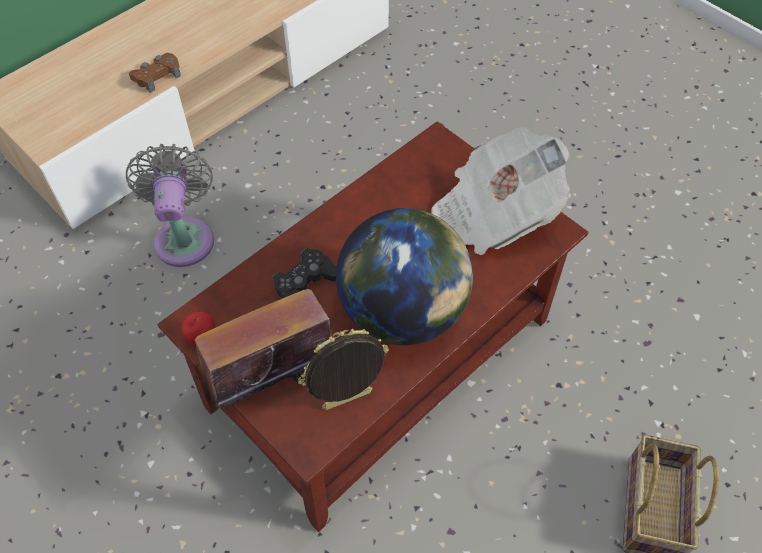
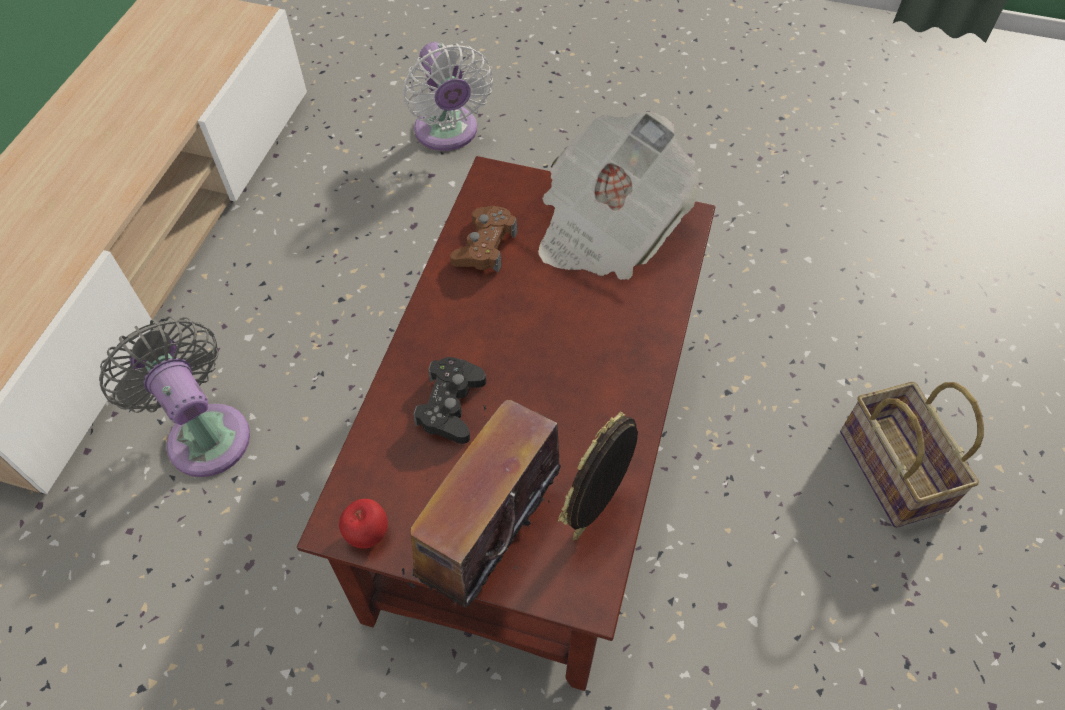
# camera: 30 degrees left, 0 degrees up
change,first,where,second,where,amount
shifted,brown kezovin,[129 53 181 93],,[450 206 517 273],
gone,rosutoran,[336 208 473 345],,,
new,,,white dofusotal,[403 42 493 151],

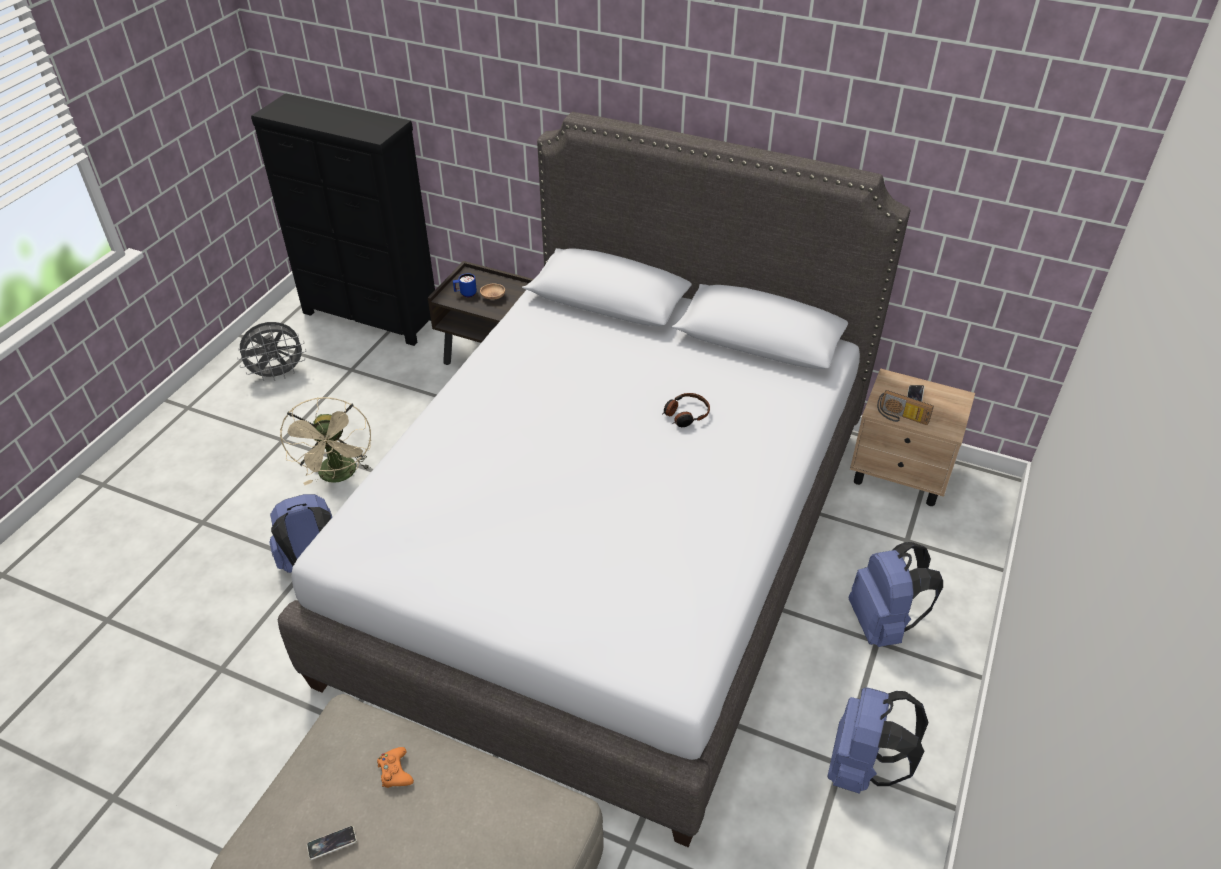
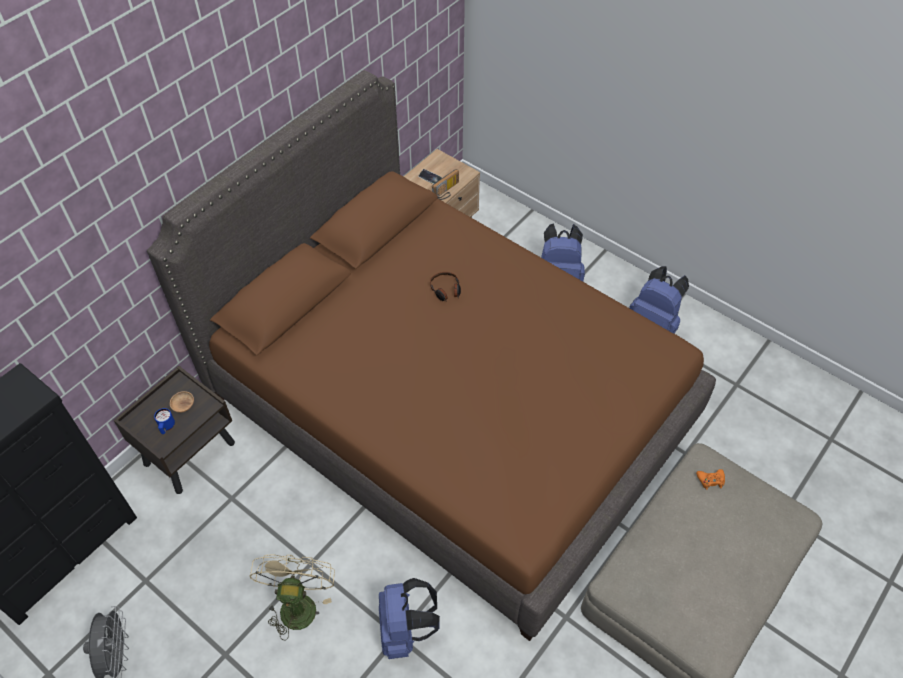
# camera: 75 degrees left, 10 degrees up
change,first,where,second,where,amount
repainted,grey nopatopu,[278 112 911 848],brown nopatopu,[147 70 716 641],
rotated,beige dofusotal,[280 397 371 485],,[249 555 335 640],90 degrees counterclockwise
shifted,orange kezovin,[377 747 414 788],,[696 469 725 490],
gone,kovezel,[307 826 357 860],,,

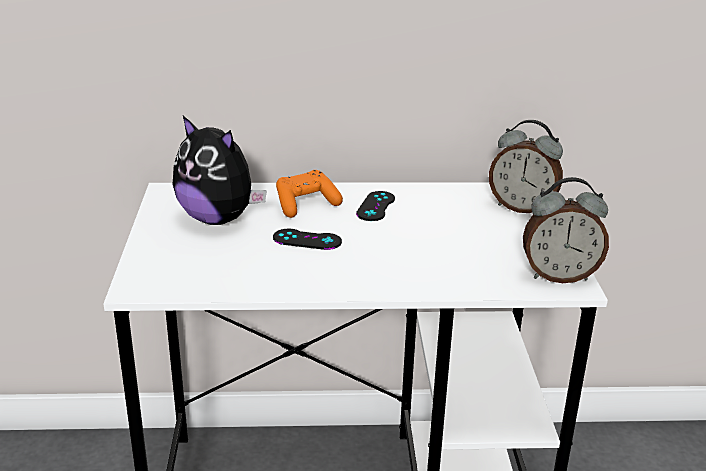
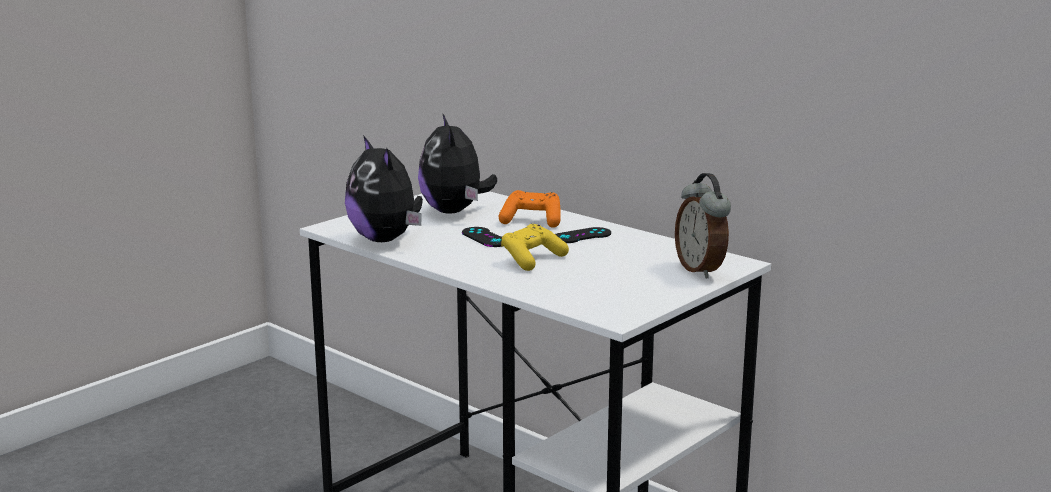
# camera: 45 degrees right, 10 degrees down
change,first,where,second,where,amount
gone,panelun,[523 177 609 283],,,
new,,,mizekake,[345 135 423 242],
new,,,yellow kezovin,[501 224 569 271],

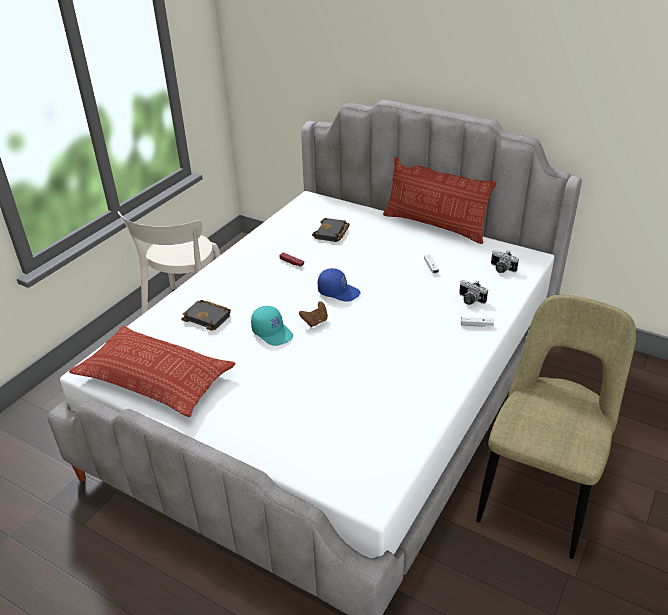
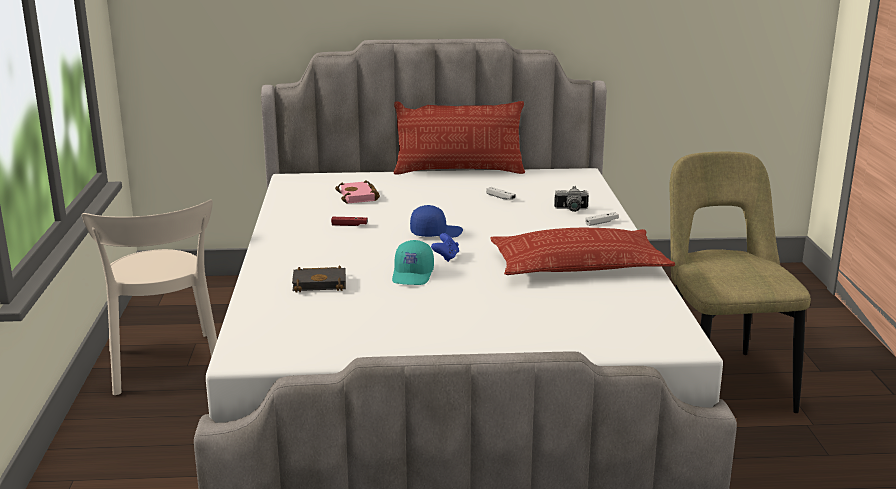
# camera: 35 degrees left, 15 degrees down
change,first,where,second,where,amount
repainted,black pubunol,[312 218 350 242],pink pubunol,[335 180 380 204],
gone,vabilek,[491 250 519 273],,,
repainted,brown kezovin,[299 301 328 327],blue kezovin,[431 233 459 262],
rotated,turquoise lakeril,[251 306 293 346],,[392 240 434 285],90 degrees clockwise
shifted,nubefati,[69 326 235 417],,[490 228 675 275],

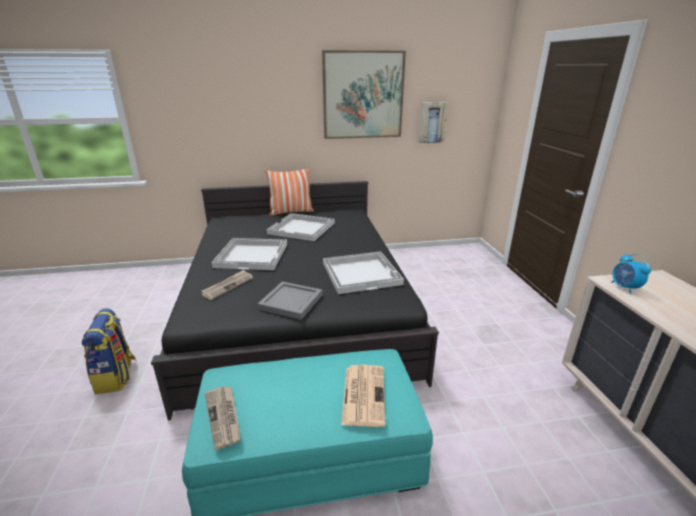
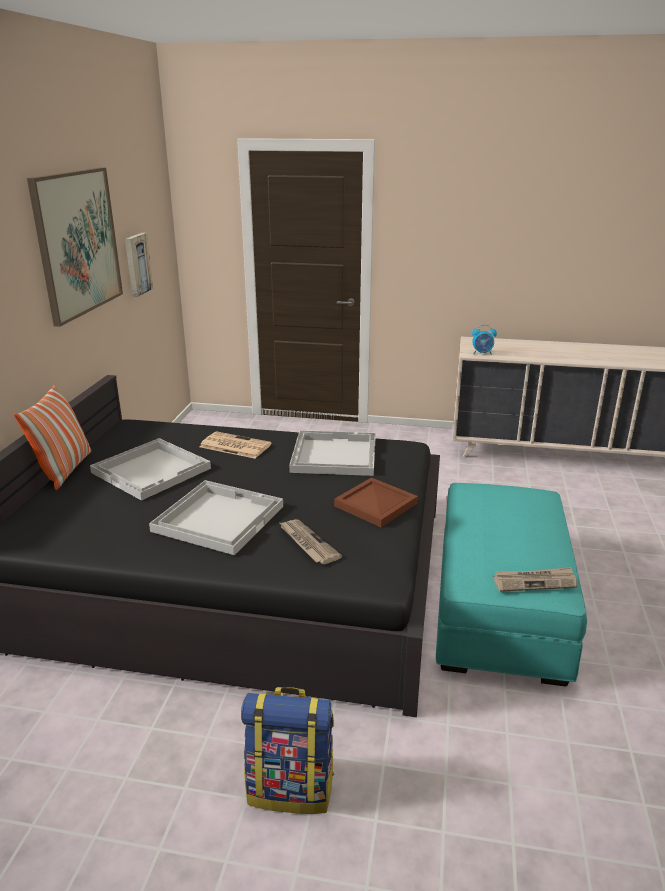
# camera: 70 degrees left, 0 degrees up
change,first,where,second,where,amount
repainted,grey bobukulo,[258 282 323 320],brown bobukulo,[334 477 418 527],
shifted,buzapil,[341 365 385 427],,[200 431 271 459],

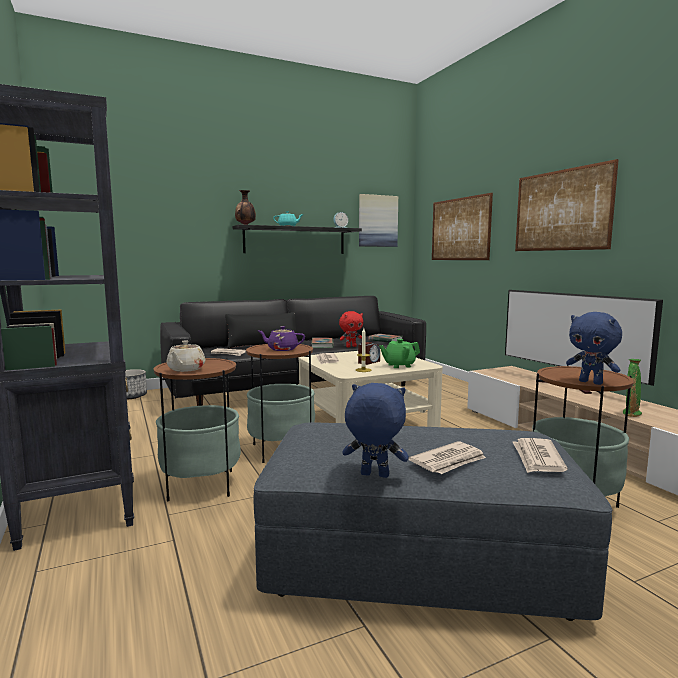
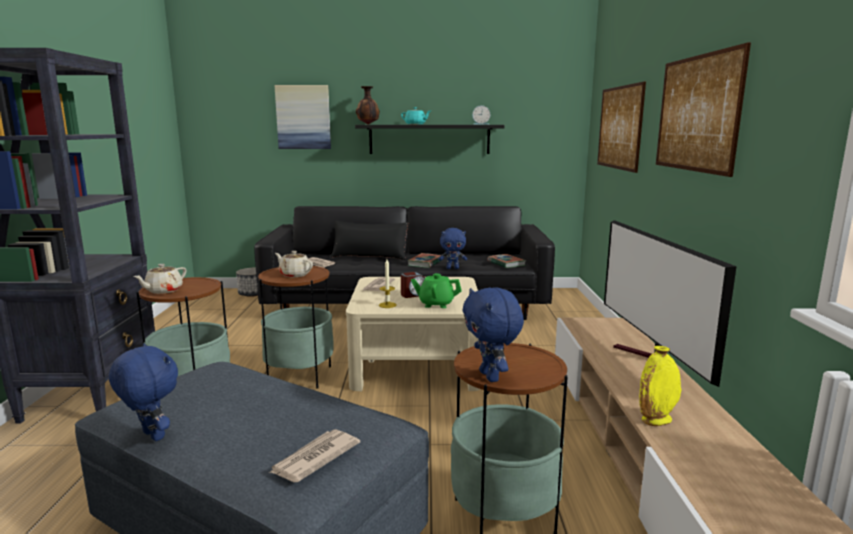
# camera: 25 degrees right, 5 degrees up
change,first,where,second,where,amount
shifted,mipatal,[359 194 398 247],,[274 85 331 149],
repainted,red mizekake,[339 311 363 347],blue mizekake,[438 228 467 269],
repainted,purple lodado,[259 326 305 351],beige lodado,[275 251 313 277],
repainted,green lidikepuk,[623 359 642 417],yellow lidikepuk,[639 346 681 426],
gone,buzapil,[408 441 486 474],,,

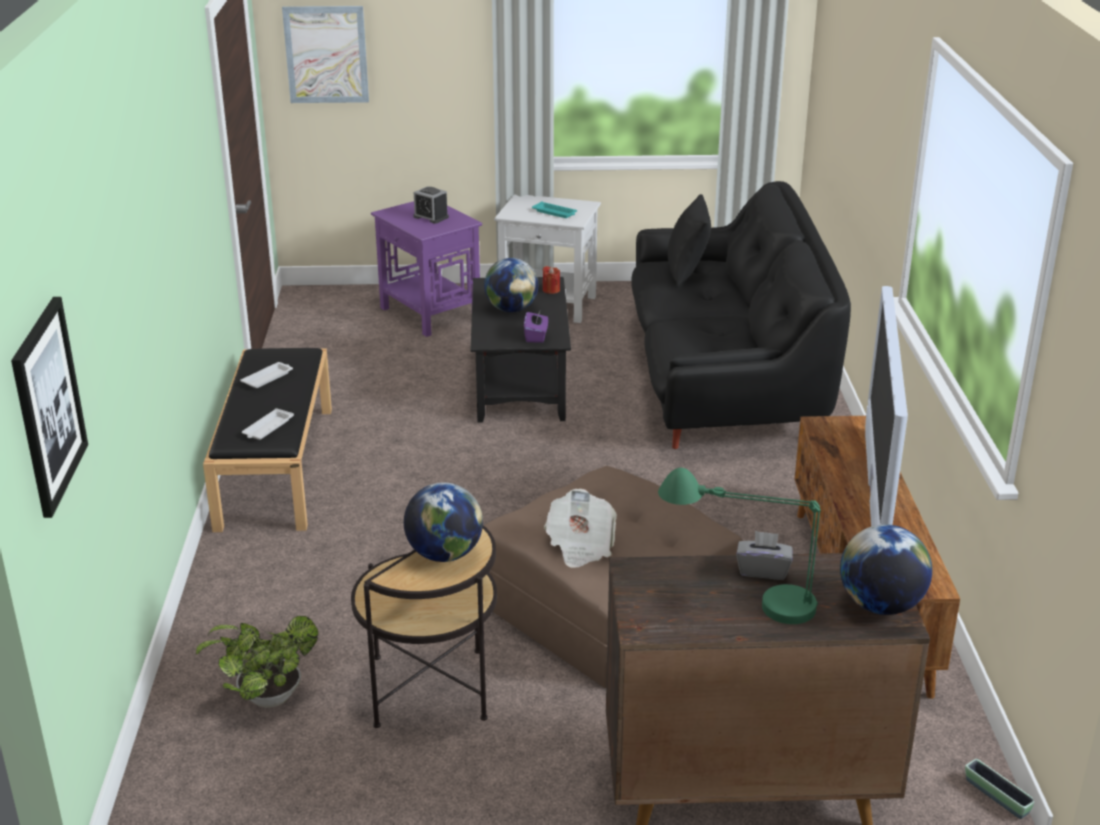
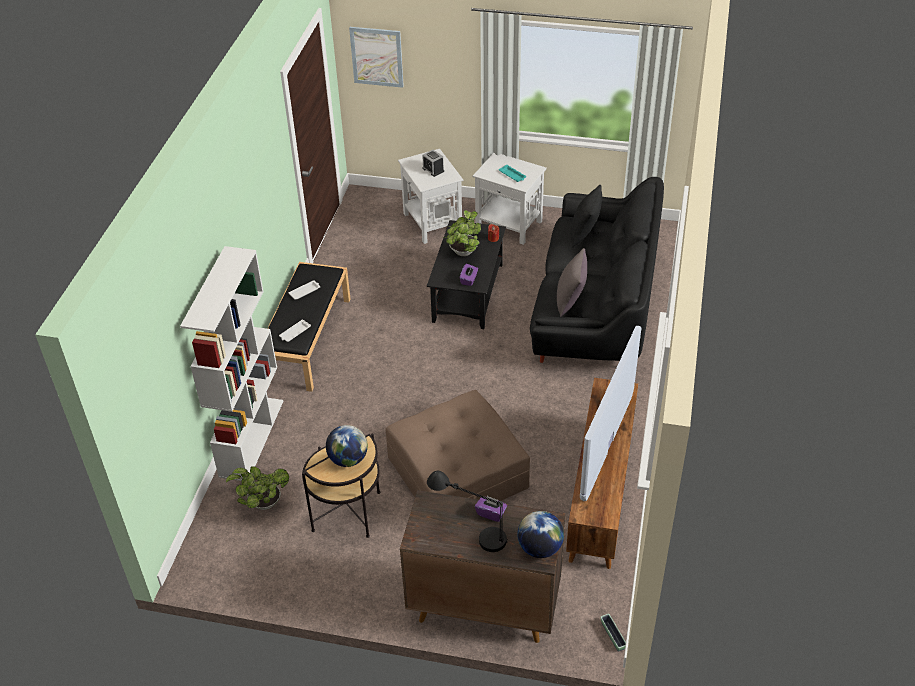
# camera: 15 degrees right, 15 degrees up
change,first,where,second,where,amount
repainted,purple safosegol,[371 201 482 337],white safosegol,[398 149 464 244],
swapped,rosutoran,[484 258 538 312],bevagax,[445 210 481 256],
gone,mipatal,[11 297 88 518],,,
repainted,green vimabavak,[658 468 821 624],black vimabavak,[427 471 507 552],
gone,buzapil,[544 489 617 568],,,
repainted,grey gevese,[736 531 793 580],purple gevese,[475 496 507 522],
new,,,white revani,[180 246 283 481],
new,,,grey nubefati,[557 248 587 317],

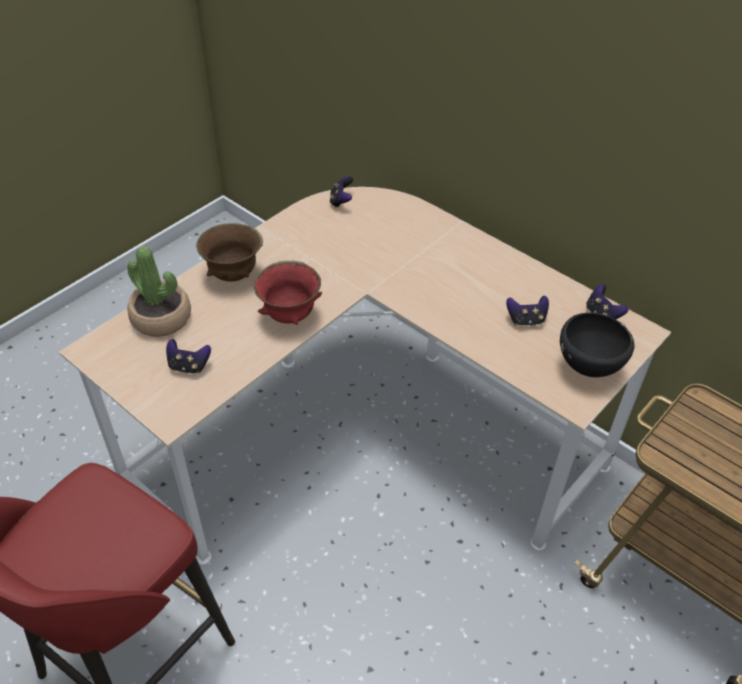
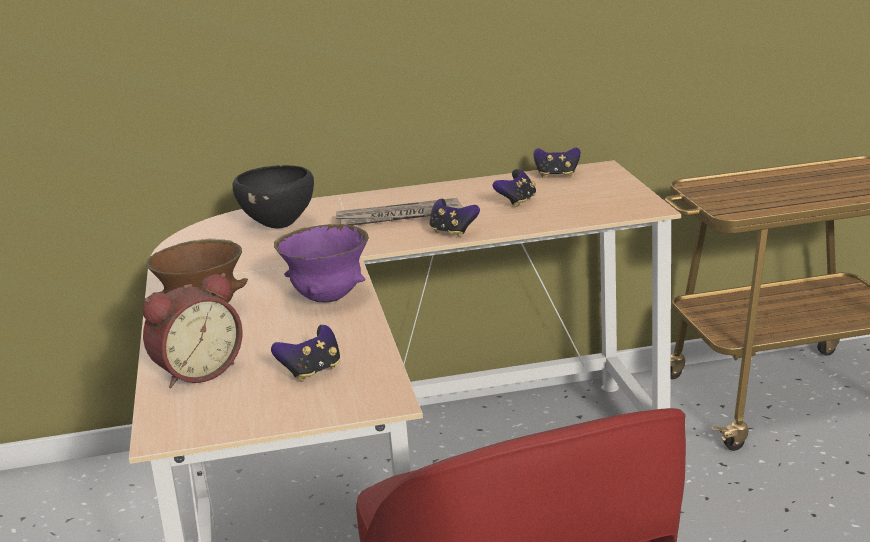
# camera: 50 degrees left, 25 degrees down
change,first,where,second,where,amount
shifted,kezovin,[330 176 353 208],,[430 199 480 237],
swapped,bevagax,[127 246 191 337],panelun,[143 273 243 388],
repainted,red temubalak,[254 260 322 325],purple temubalak,[274 224 369 302],
shifted,black temubalak,[560 312 634 377],,[232 165 314 229],
new,,,buzapil,[336 198 463 226],

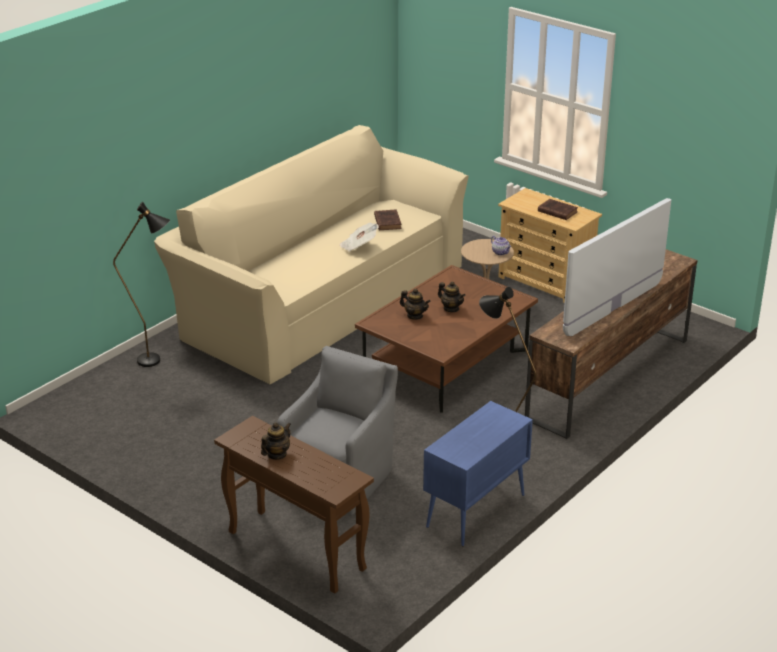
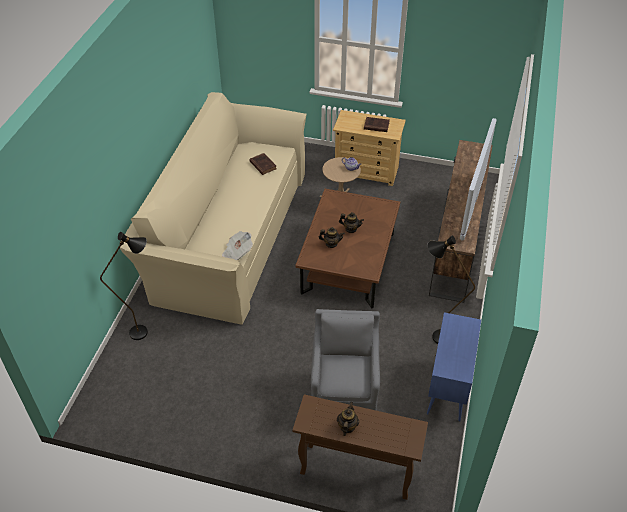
# camera: 25 degrees left, 15 degrees up
change,first,where,second,where,amount
shifted,buzapil,[340 222 379 252],,[222 231 253 261],

